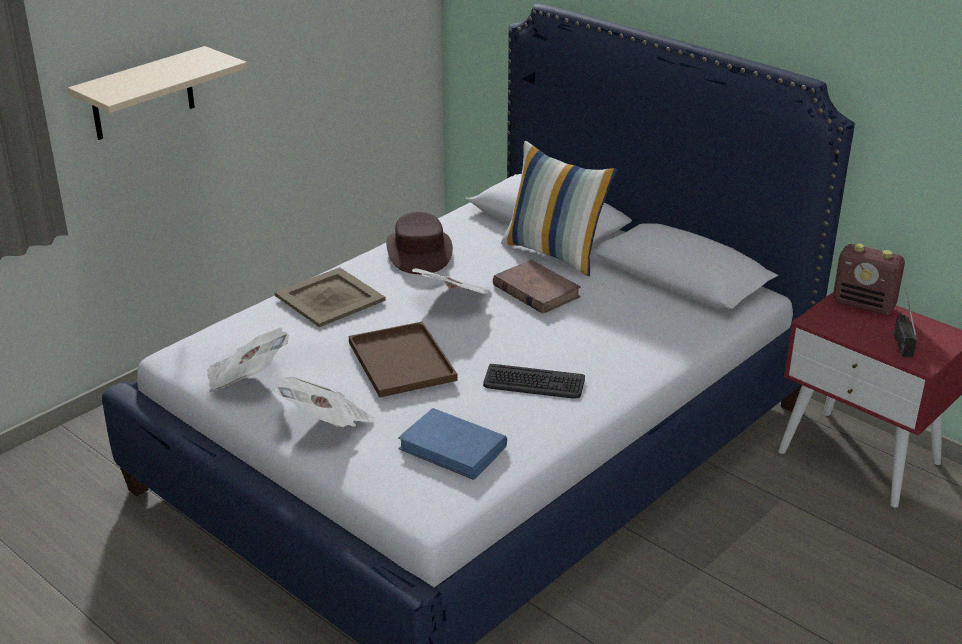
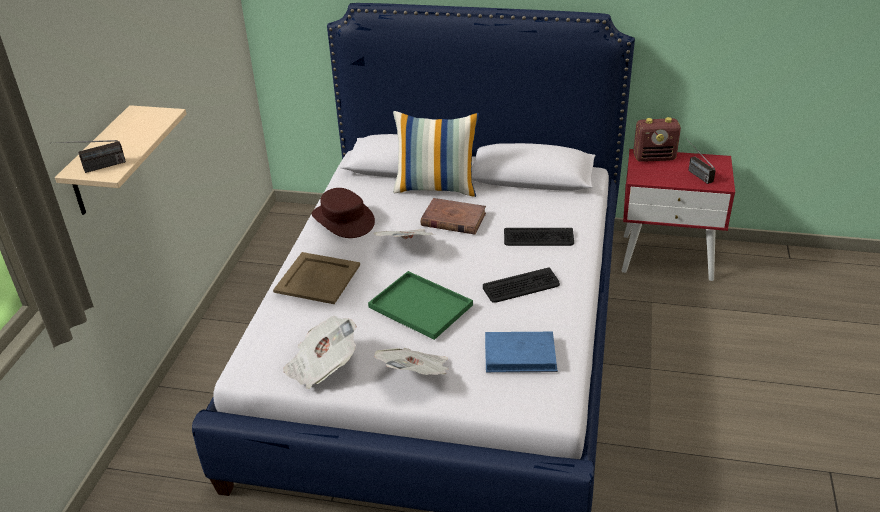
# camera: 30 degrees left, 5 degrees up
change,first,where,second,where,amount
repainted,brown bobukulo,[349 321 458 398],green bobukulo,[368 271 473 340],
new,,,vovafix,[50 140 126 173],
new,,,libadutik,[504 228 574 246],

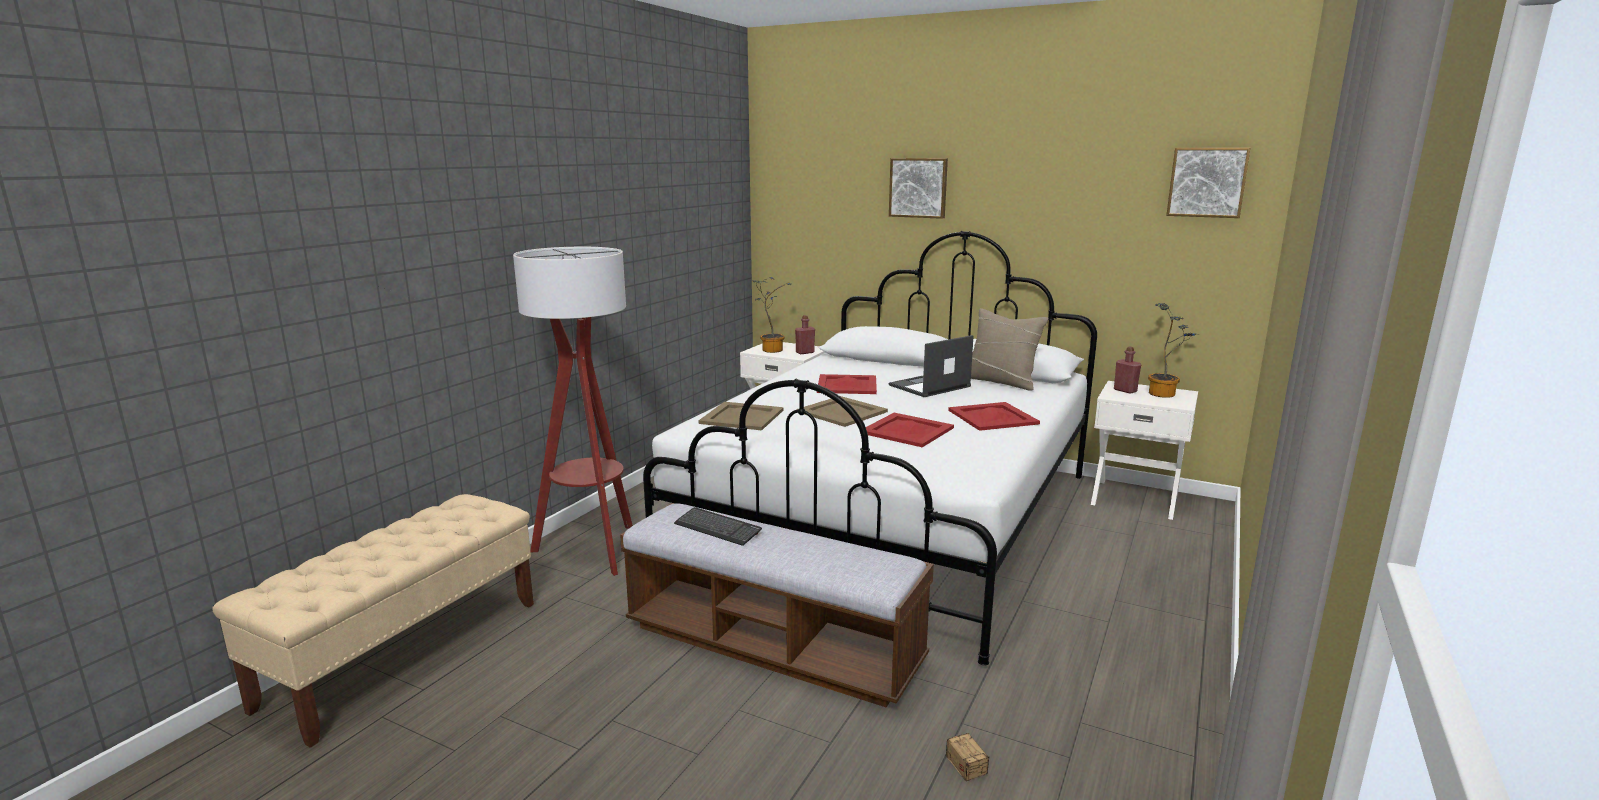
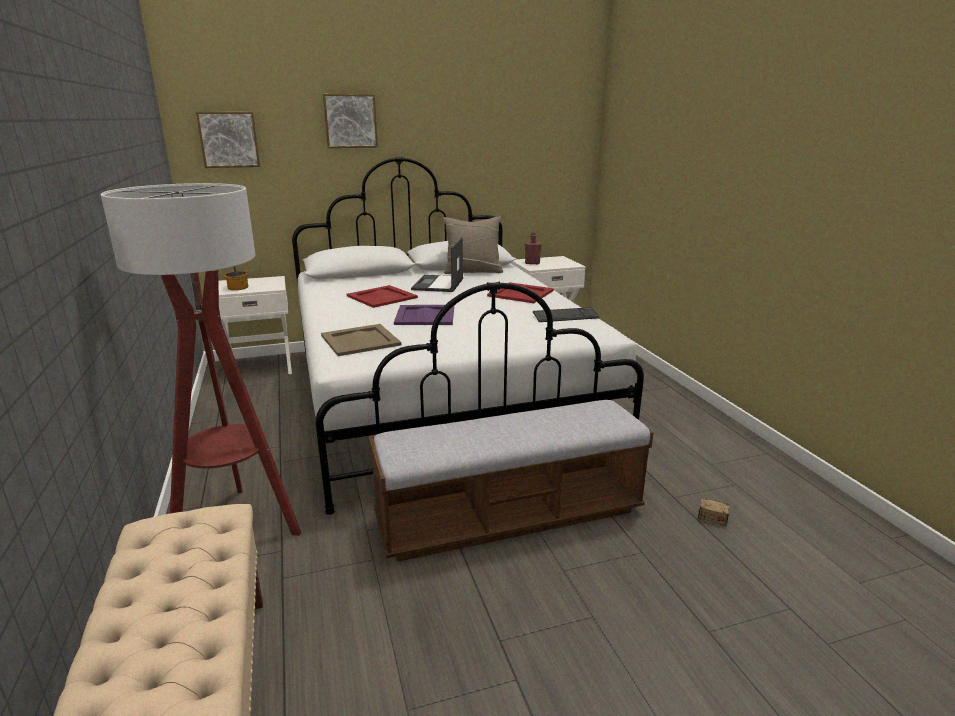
# camera: 45 degrees left, 5 degrees up
change,first,where,second,where,amount
shifted,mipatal,[1166 148 1250 218],,[196 112 260 168],
gone,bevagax,[1148 303 1199 398],,,
gone,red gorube,[795 315 815 354],,,
repainted,beige bobukulo,[797 396 888 427],purple bobukulo,[394 305 454 325],
gone,red bobukulo,[866 413 954 447],,,
shifted,libadutik,[674 507 762 546],,[533 307 600 322],

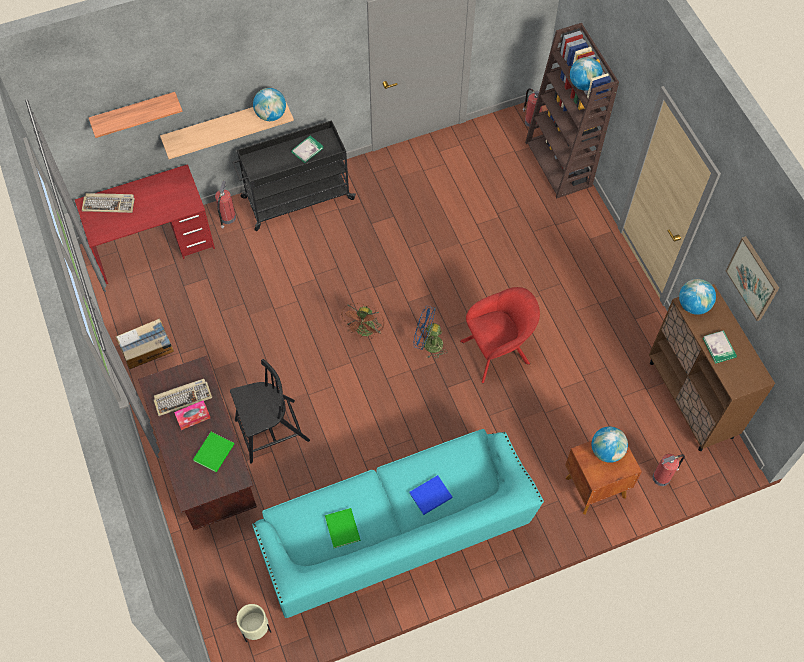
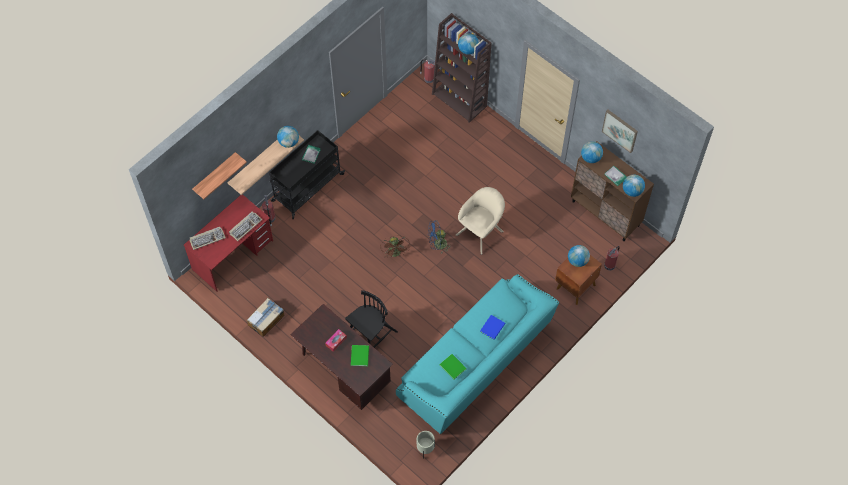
# camera: 25 degrees left, 0 degrees up
change,first,where,second,where,amount
repainted,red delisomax,[460 287 540 383],beige delisomax,[456 187 505 255],
shifted,libadutik,[154 379 212 416],,[229 211 263 241],
new,,,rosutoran,[623 175 645 197],

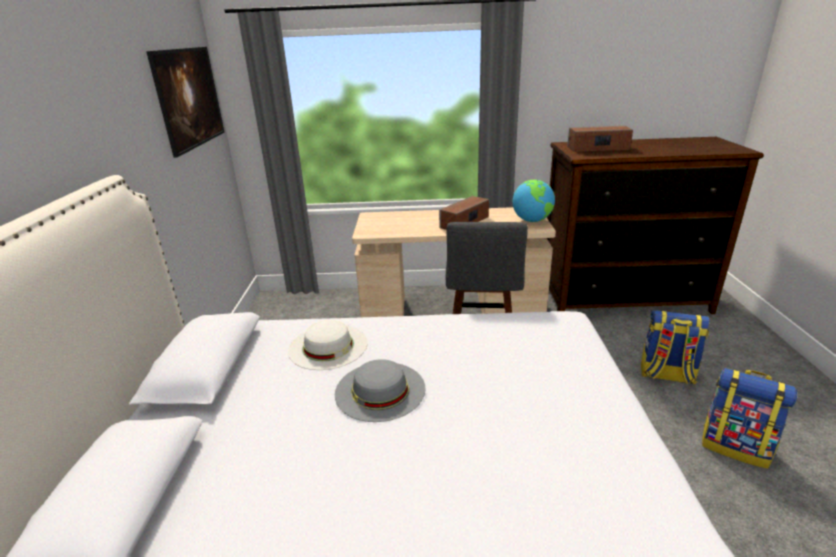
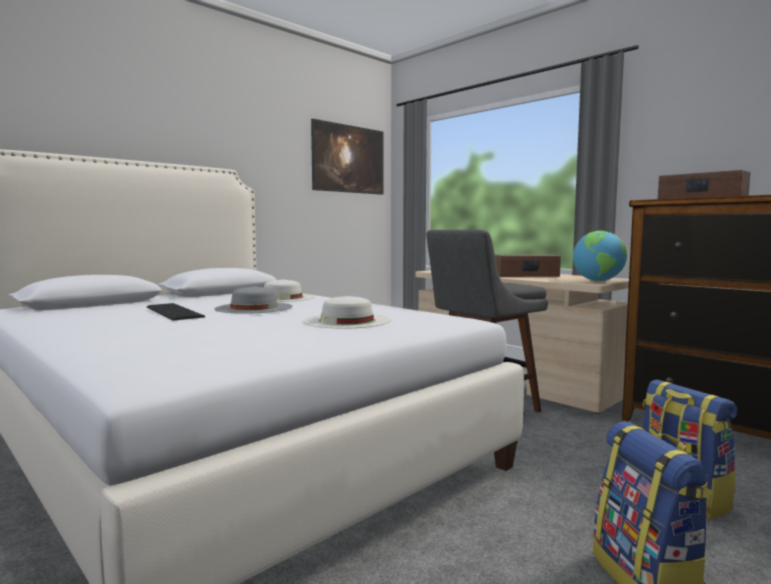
# camera: 45 degrees right, 20 degrees down
change,first,where,second,where,amount
new,,,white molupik,[303 296 391 329],
new,,,libadutik,[147 303 205 321],

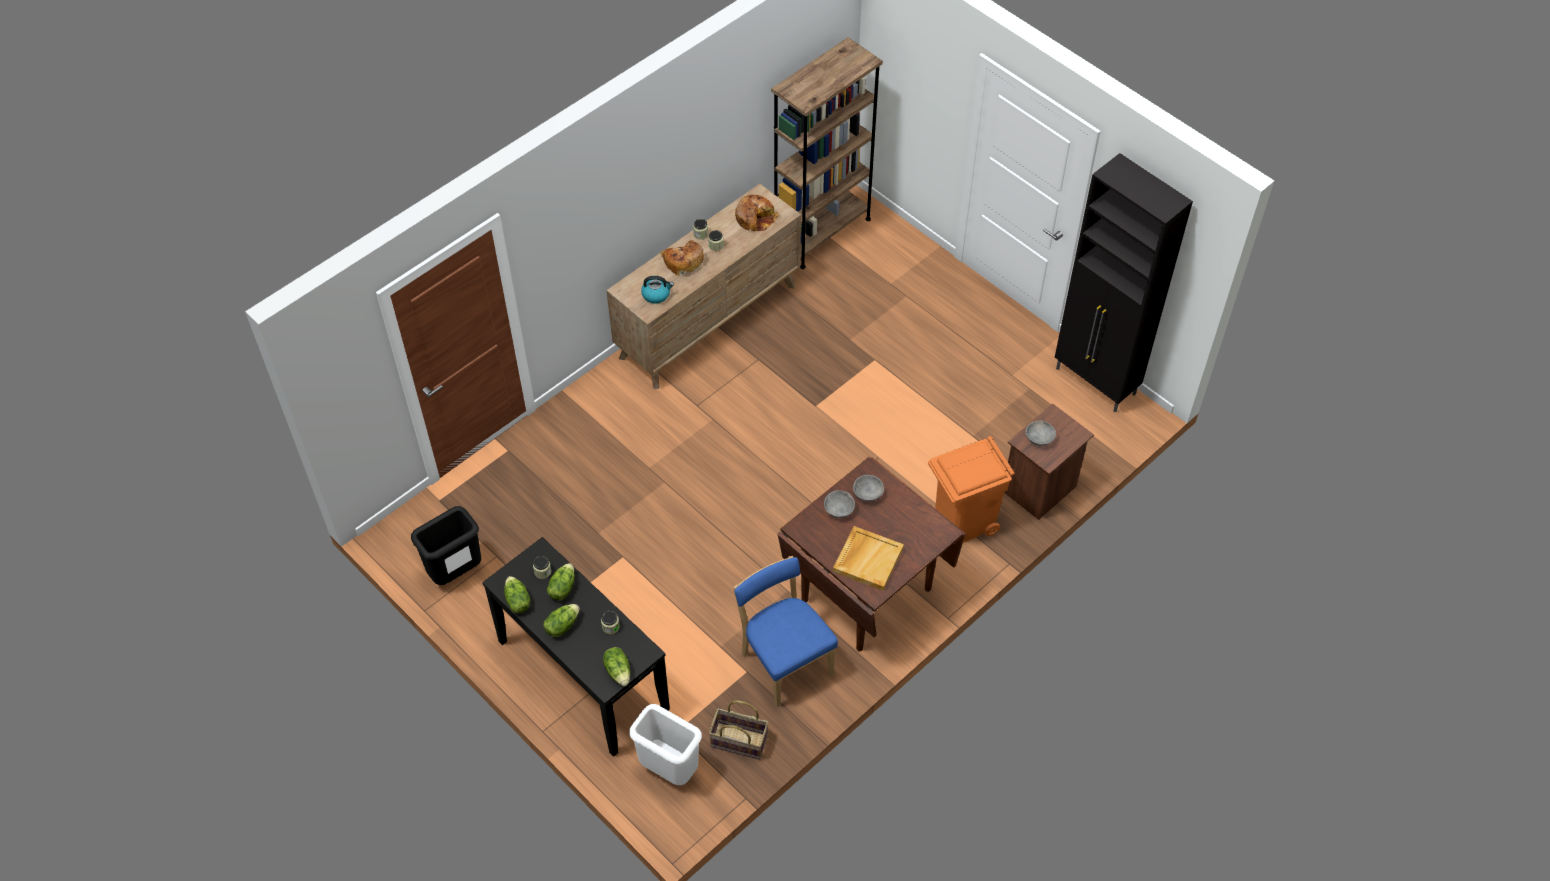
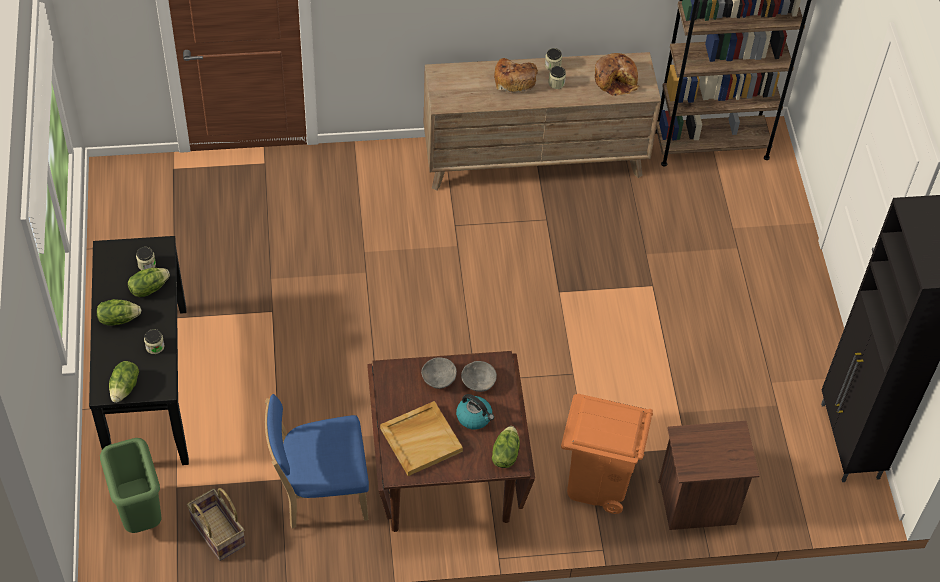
# camera: 35 degrees right, 0 degrees up
change,first,where,second,where,amount
shifted,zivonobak,[641 276 674 304],,[456 394 494 429],
gone,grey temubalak,[1026 421 1056 446],,,
gone,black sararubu,[411 506 481 585],,,
rotated,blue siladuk,[733 556 838 707],,[265 394 369 529],105 degrees counterclockwise
shifted,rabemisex,[504 576 530 613],,[492 426 520 468],
repainted,white sararubu,[629 704 702 785],green sararubu,[100 438 162 533],

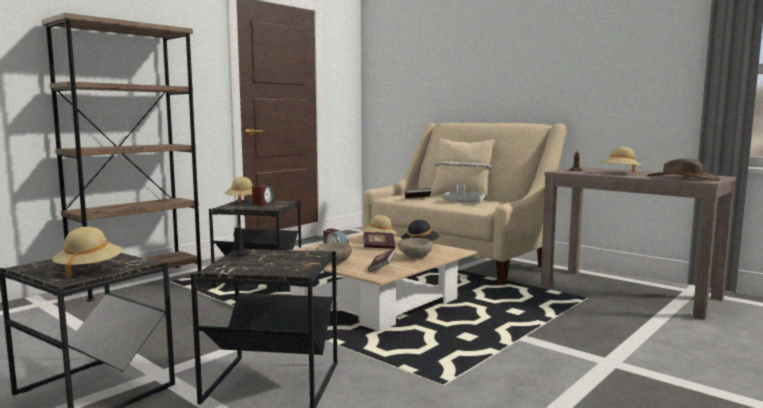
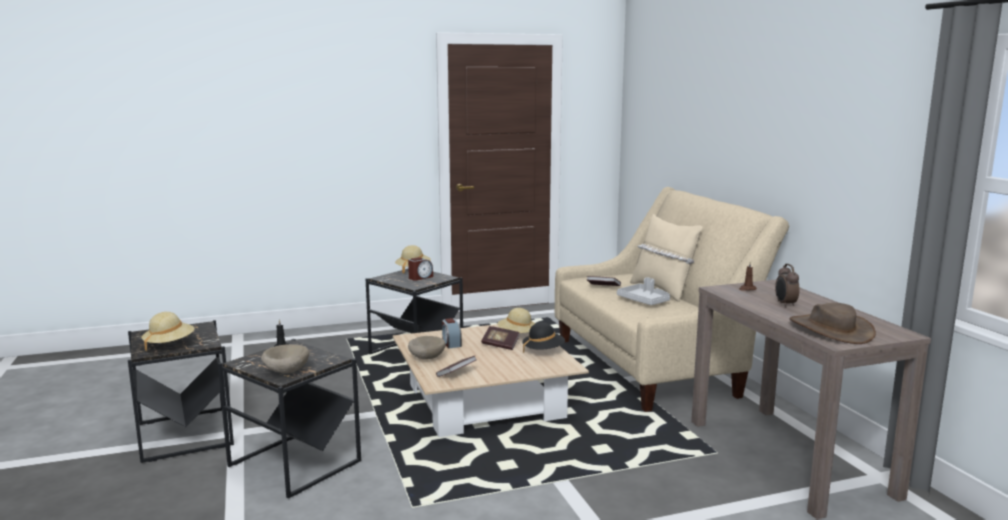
# camera: 30 degrees right, 5 degrees up
change,first,where,second,where,amount
gone,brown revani,[42 13 201 301],,,
swapped,beige molupik,[602 147 641 172],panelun,[775 264 800 307],
shifted,beige temubalak,[398 238 433 258],,[261 344 309 374],

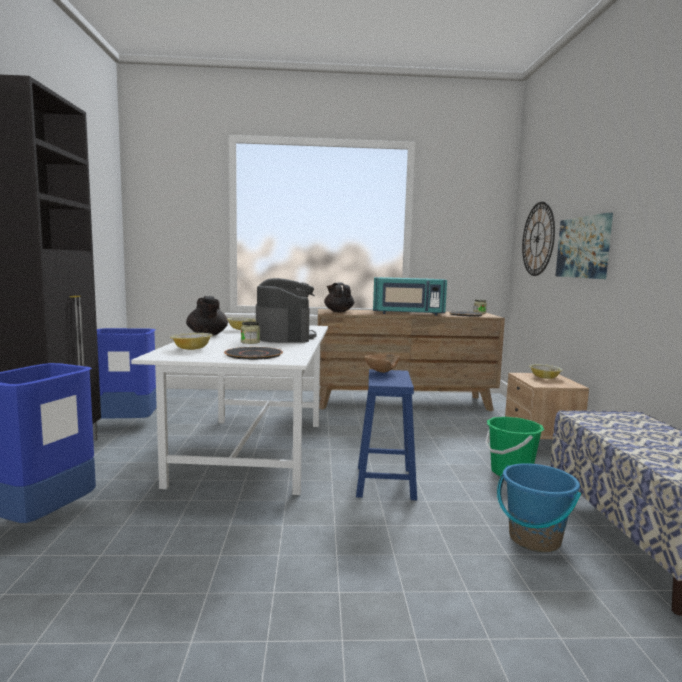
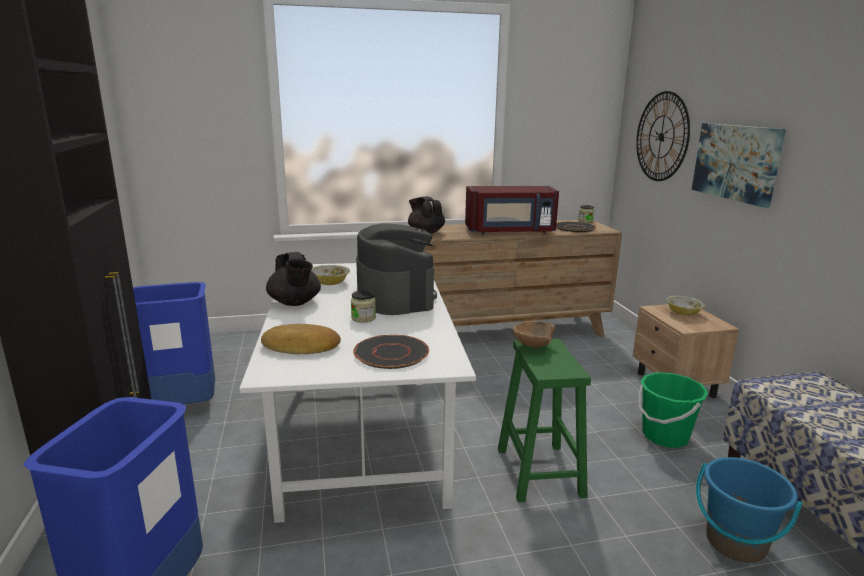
# camera: 10 degrees left, 10 degrees up
change,first,where,second,where,amount
repainted,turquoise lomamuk,[373 277 447 316],red lomamuk,[465 186 559 234],
swapped,temubalak,[170 333 213 350],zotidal,[261 324 341 354],
repainted,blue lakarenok,[356 369 417 500],green lakarenok,[498 339 591 503],

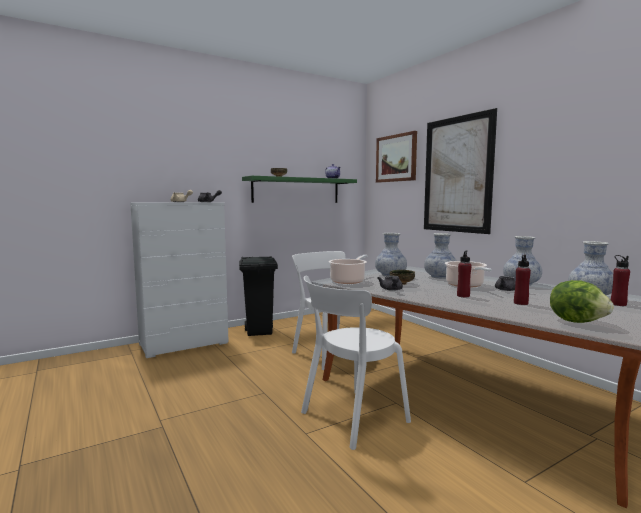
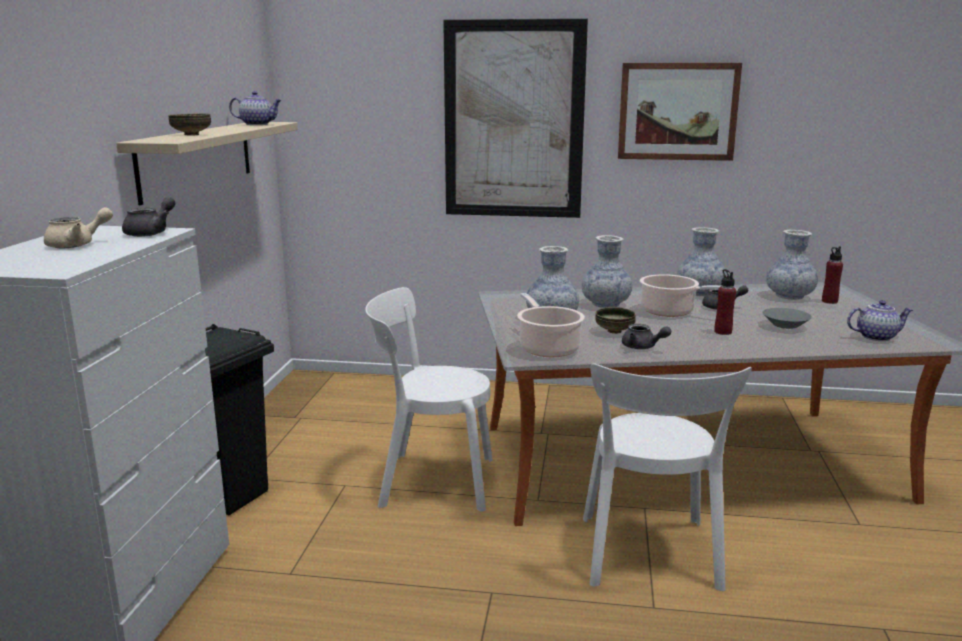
# camera: 50 degrees left, 10 degrees up
change,first,where,second,where,amount
shifted,mipatal,[376 131 417 183],,[618 63 742 161],
repainted,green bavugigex,[242 176 357 203],beige bavugigex,[116 122 298 205],
swapped,red gorube,[514 255 531 305],grey temubalak,[762 308 812 329],
swapped,rabemisex,[550 280 614 323],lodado,[847 300 913 341],

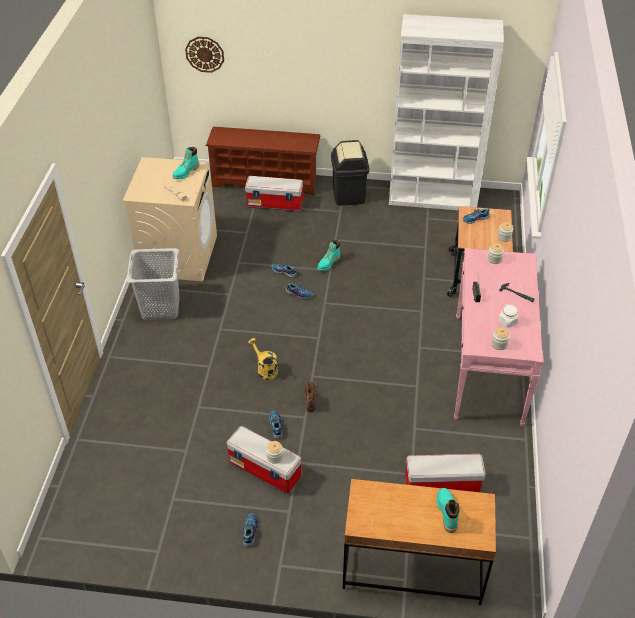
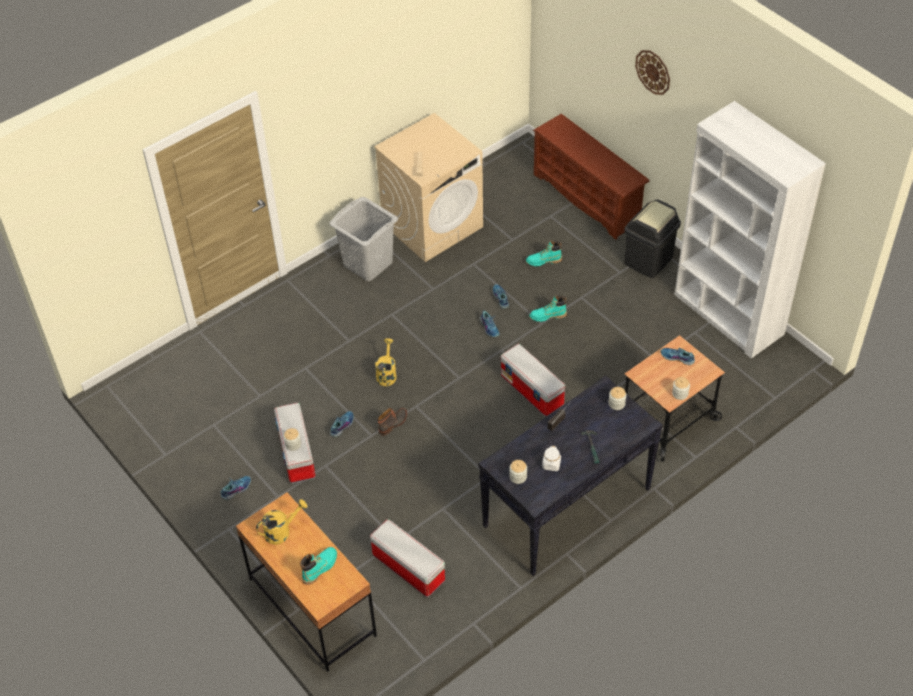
# camera: 45 degrees right, 5 degrees up
change,first,where,second,where,amount
shifted,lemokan,[185 37 224 73],,[635 50 670 95],
shifted,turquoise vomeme,[172 147 199 179],,[526 241 562 266],
shifted,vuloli,[245 176 303 211],,[501 344 565 417],
repainted,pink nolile,[454 248 544 426],black nolile,[478 375 663 576],
new,,,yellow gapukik,[256 499 308 545],

